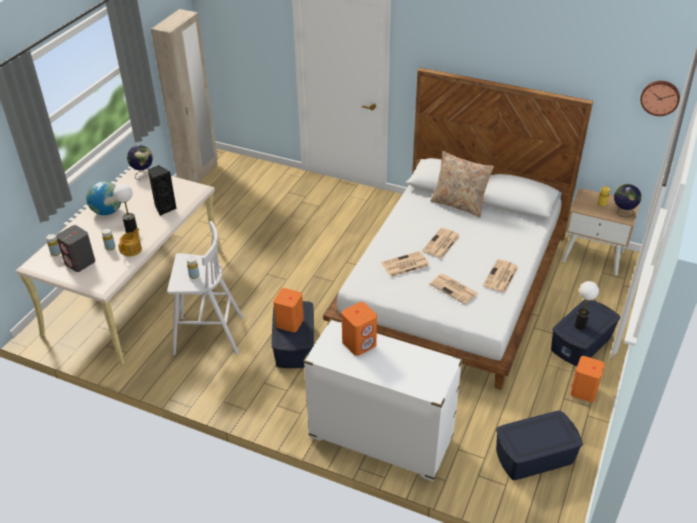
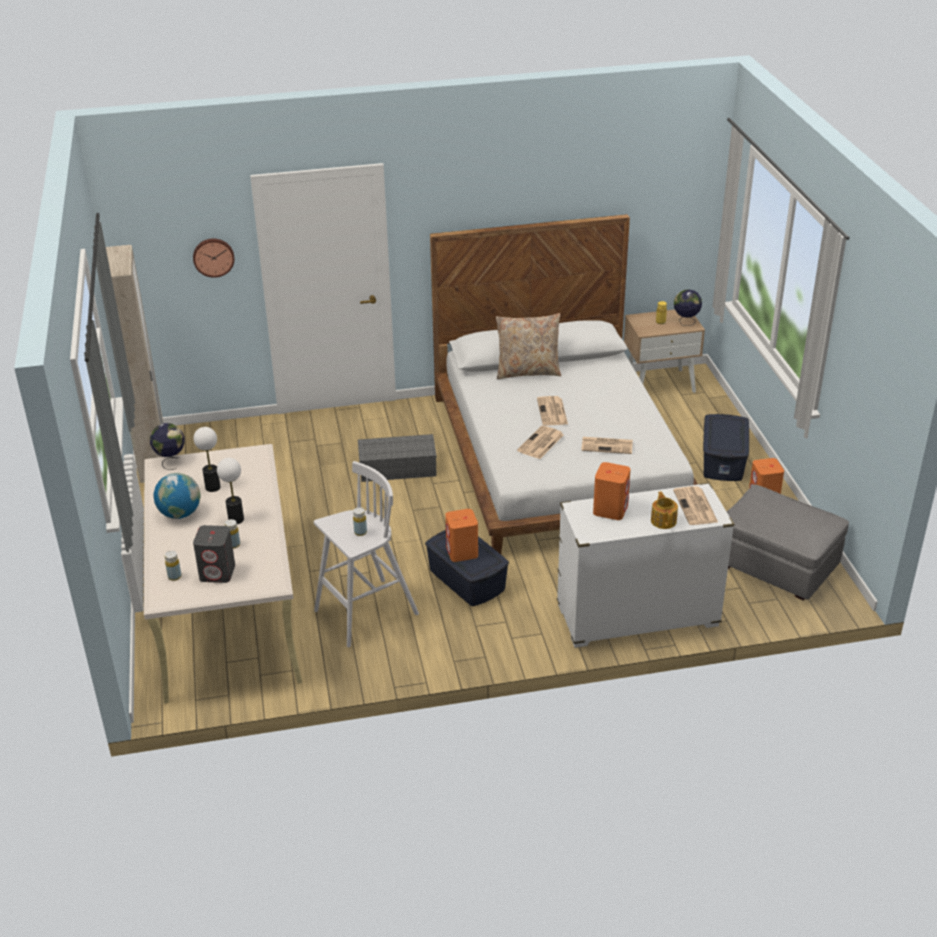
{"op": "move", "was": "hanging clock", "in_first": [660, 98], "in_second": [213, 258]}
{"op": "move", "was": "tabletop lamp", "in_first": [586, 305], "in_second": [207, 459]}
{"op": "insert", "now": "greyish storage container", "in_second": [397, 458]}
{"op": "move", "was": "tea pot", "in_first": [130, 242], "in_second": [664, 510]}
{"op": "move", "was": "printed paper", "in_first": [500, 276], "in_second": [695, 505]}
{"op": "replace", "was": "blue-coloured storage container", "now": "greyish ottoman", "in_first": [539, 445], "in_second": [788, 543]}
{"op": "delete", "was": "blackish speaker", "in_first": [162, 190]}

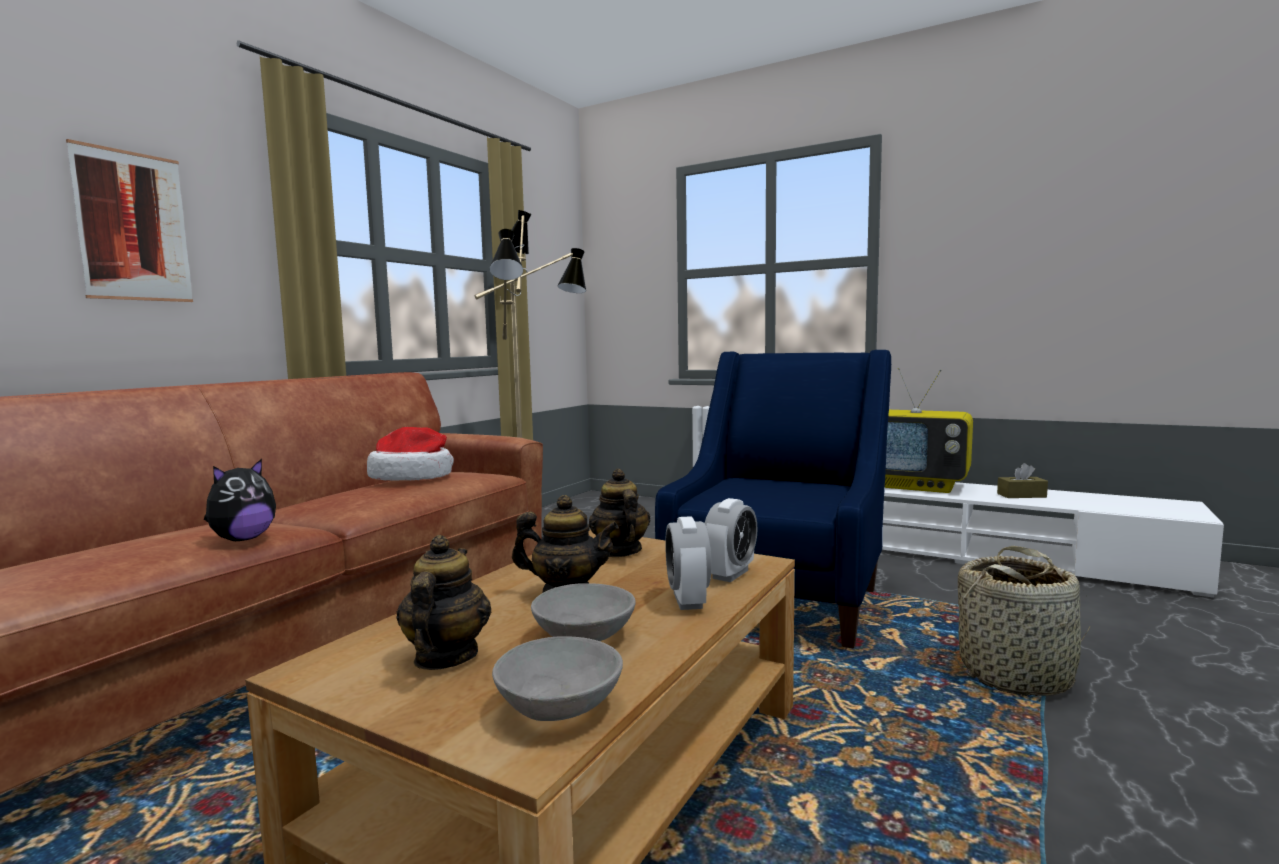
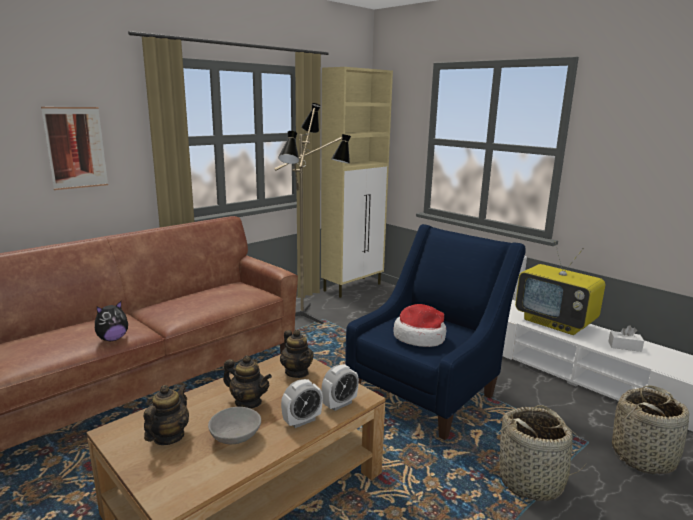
{"op": "rotate", "was": "tea pot", "in_first": [619, 513], "in_second": [297, 354], "clockwise": 150}
{"op": "rotate", "was": "bedside clock", "in_first": [688, 563], "in_second": [302, 403], "clockwise": -135}
{"op": "insert", "now": "beige-coloured storage cabinet", "in_second": [357, 182]}
{"op": "move", "was": "clothing hat", "in_first": [410, 454], "in_second": [419, 325]}
{"op": "recolor", "was": "brown-coloured tissue holder", "now": "white-coloured tissue holder", "in_first": [1022, 480], "in_second": [626, 338]}
{"op": "insert", "now": "storage basket", "in_second": [650, 429]}
{"op": "delete", "was": "greyish bowl", "in_first": [557, 678]}

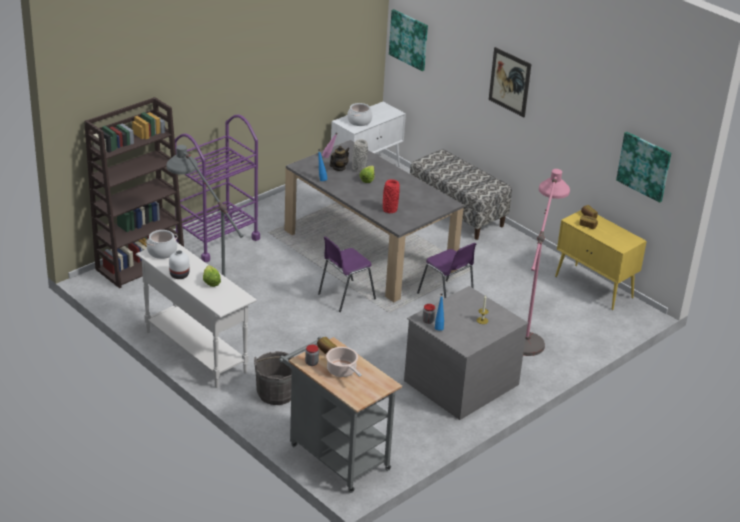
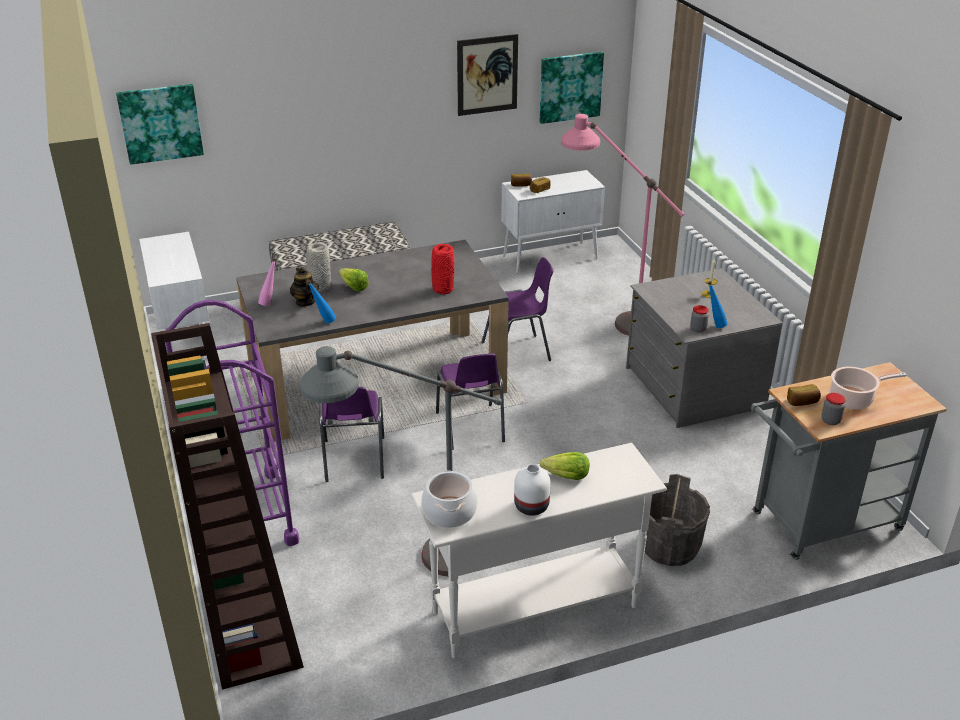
{"op": "insert", "now": "purplish upright chair", "in_second": [351, 434]}
{"op": "move", "was": "wall picture", "in_first": [510, 82], "in_second": [487, 75]}
{"op": "recolor", "was": "yellow-coloured storage cabinet", "now": "white-coloured storage cabinet", "in_first": [601, 260], "in_second": [553, 221]}
{"op": "delete", "was": "cooking pot", "in_first": [359, 114]}

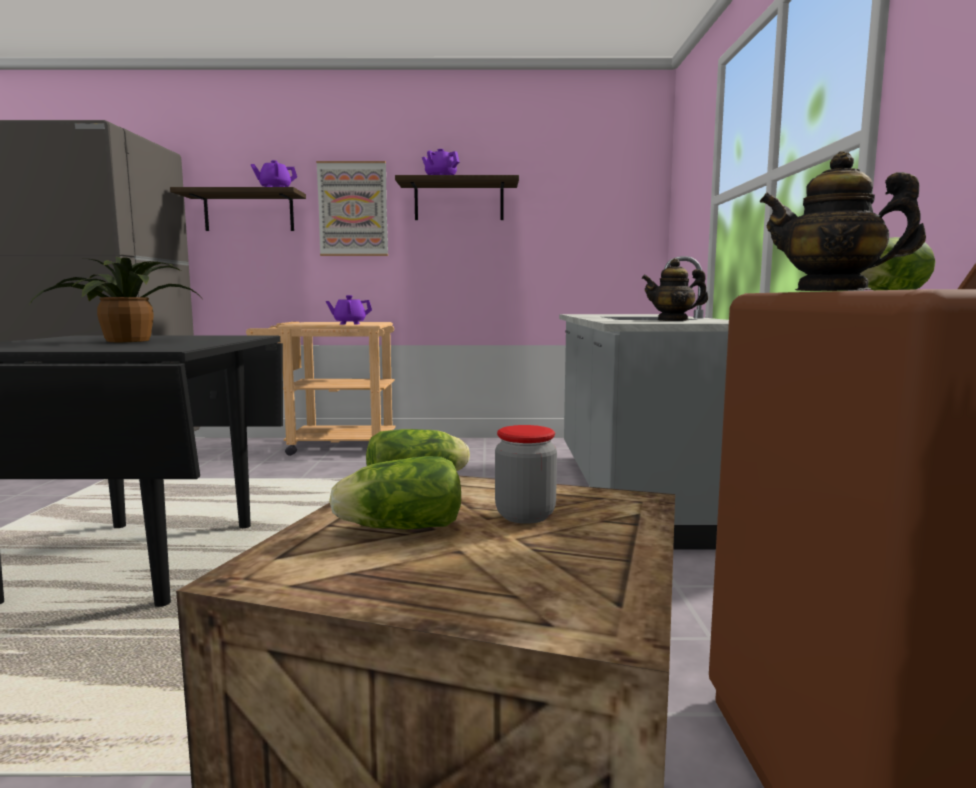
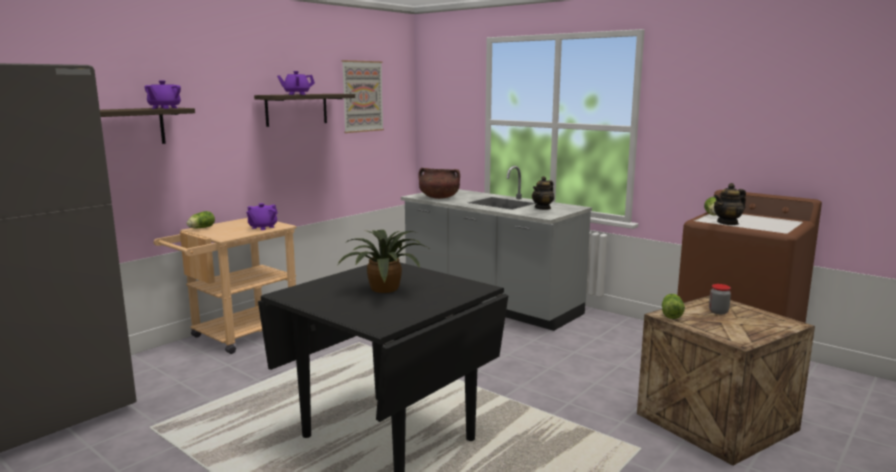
{"op": "move", "was": "lettuce", "in_first": [395, 493], "in_second": [201, 220]}
{"op": "move", "was": "wall picture", "in_first": [352, 208], "in_second": [363, 96]}
{"op": "insert", "now": "brown-coloured cooking pot", "in_second": [439, 183]}

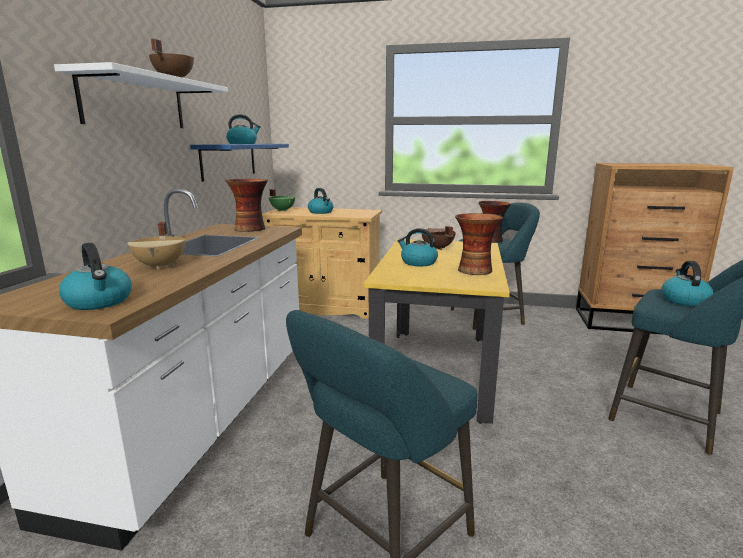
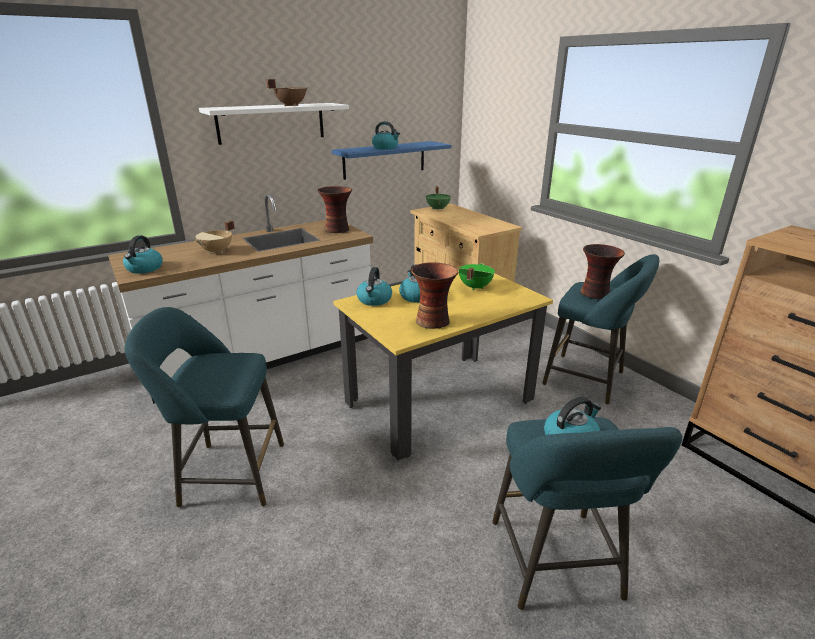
{"op": "move", "was": "tea kettle", "in_first": [320, 201], "in_second": [374, 286]}
{"op": "recolor", "was": "brown-coloured cooking pot", "now": "green cooking pot", "in_first": [438, 238], "in_second": [477, 276]}

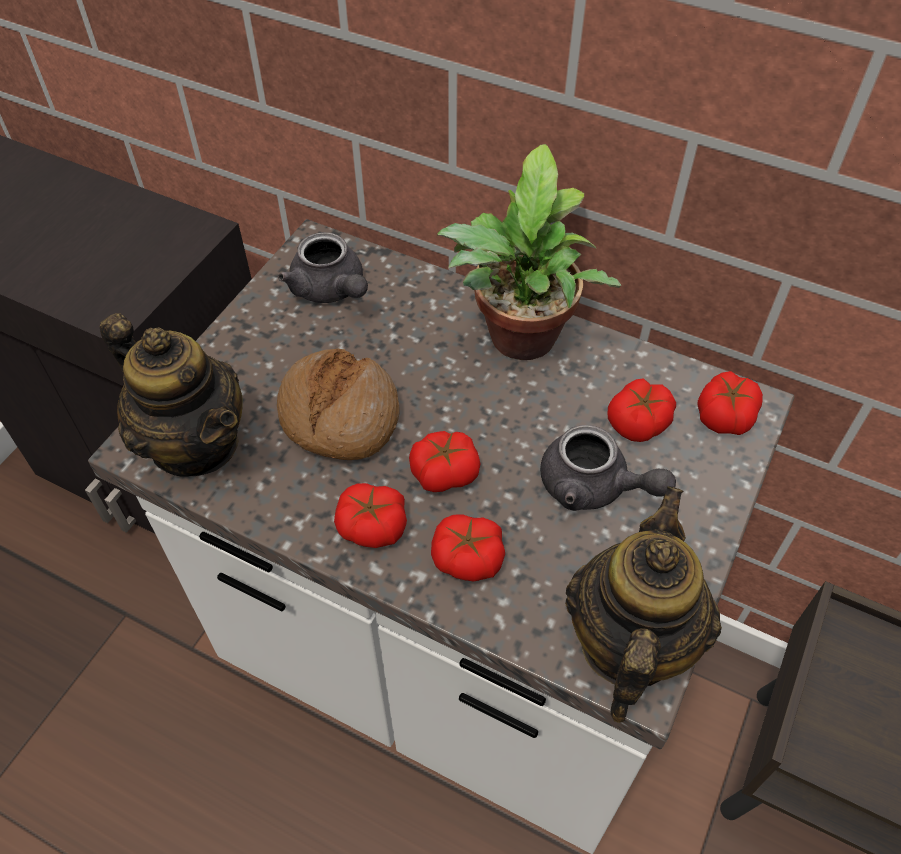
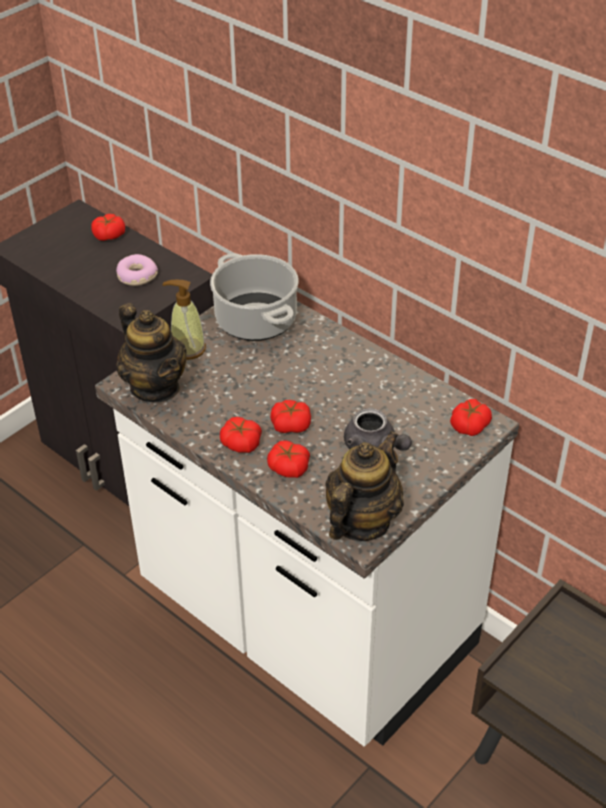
{"op": "move", "was": "tomato", "in_first": [642, 410], "in_second": [108, 227]}
{"op": "insert", "now": "donut", "in_second": [137, 270]}
{"op": "insert", "now": "soap dispenser", "in_second": [184, 320]}
{"op": "replace", "was": "greyish tea pot", "now": "cooking pot", "in_first": [323, 267], "in_second": [254, 297]}
{"op": "delete", "was": "bread", "in_first": [338, 404]}
{"op": "delete", "was": "plant in a pot", "in_first": [529, 252]}

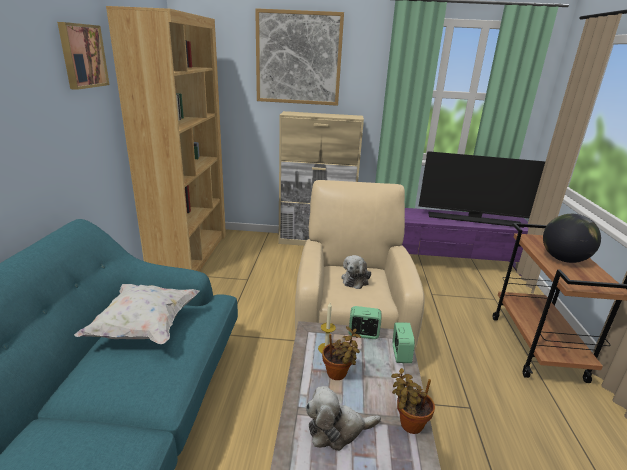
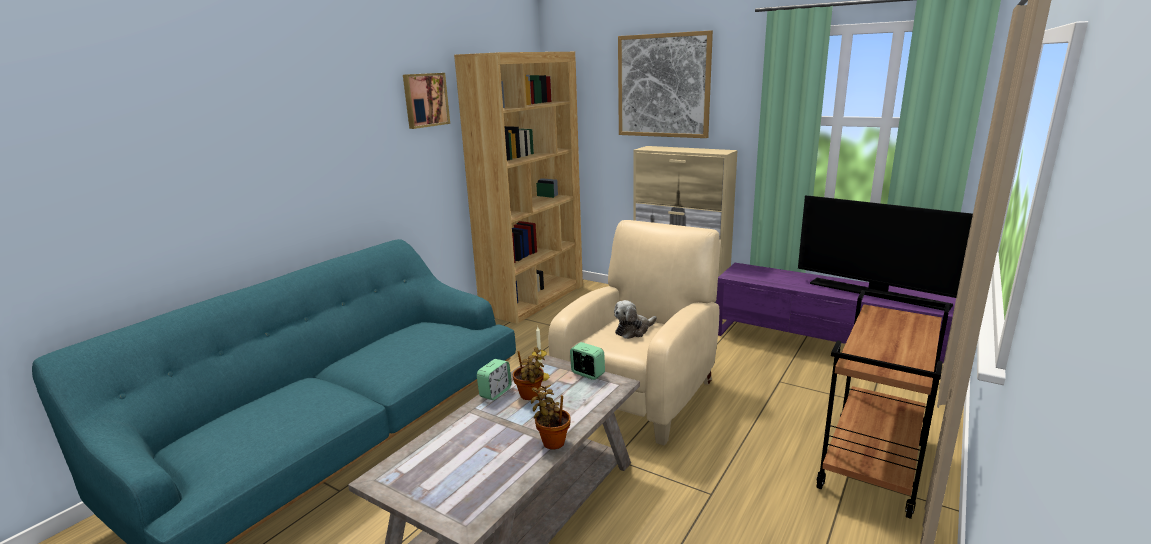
{"op": "move", "was": "bedside clock", "in_first": [404, 342], "in_second": [494, 379]}
{"op": "delete", "was": "white-coloured throw pillow", "in_first": [137, 314]}
{"op": "delete", "was": "cuddly toy", "in_first": [343, 418]}
{"op": "delete", "was": "desk globe", "in_first": [572, 238]}

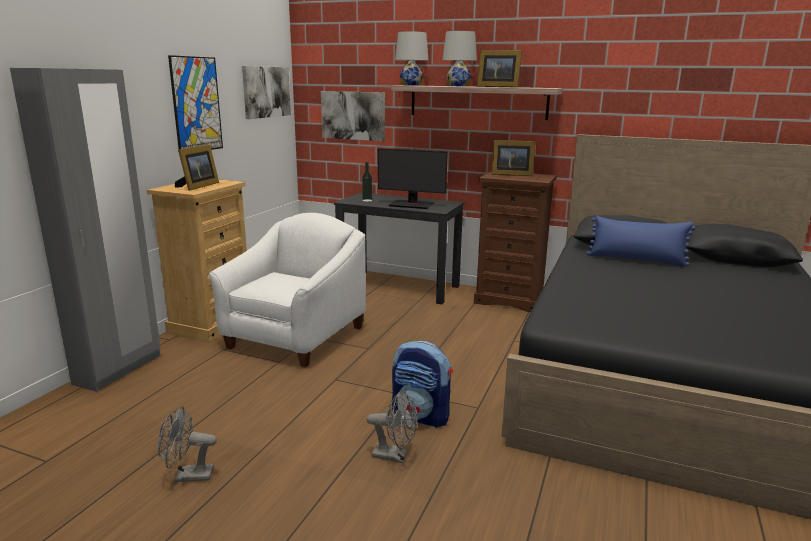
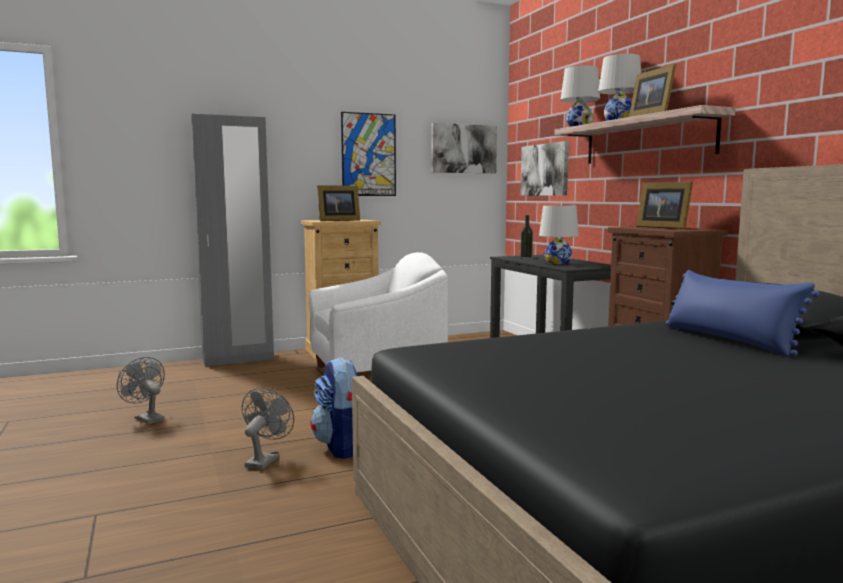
{"op": "rotate", "was": "greyish fan", "in_first": [392, 427], "in_second": [268, 429], "clockwise": -135}
{"op": "replace", "was": "monitor", "now": "white-coloured tabletop lamp", "in_first": [413, 179], "in_second": [559, 234]}

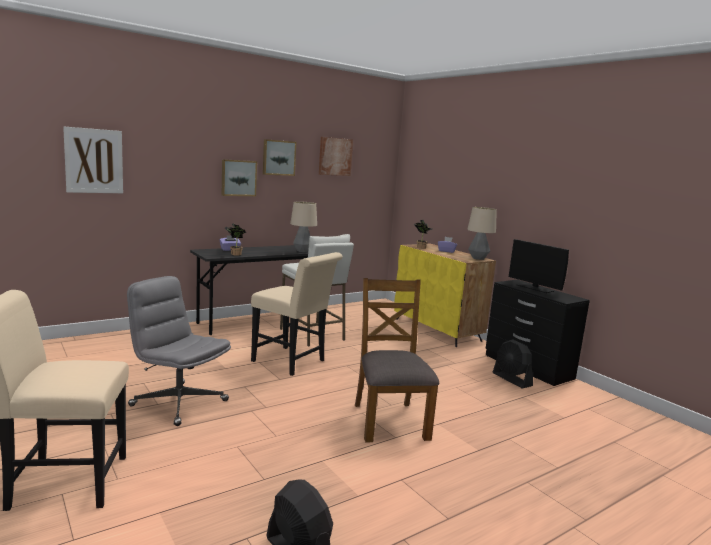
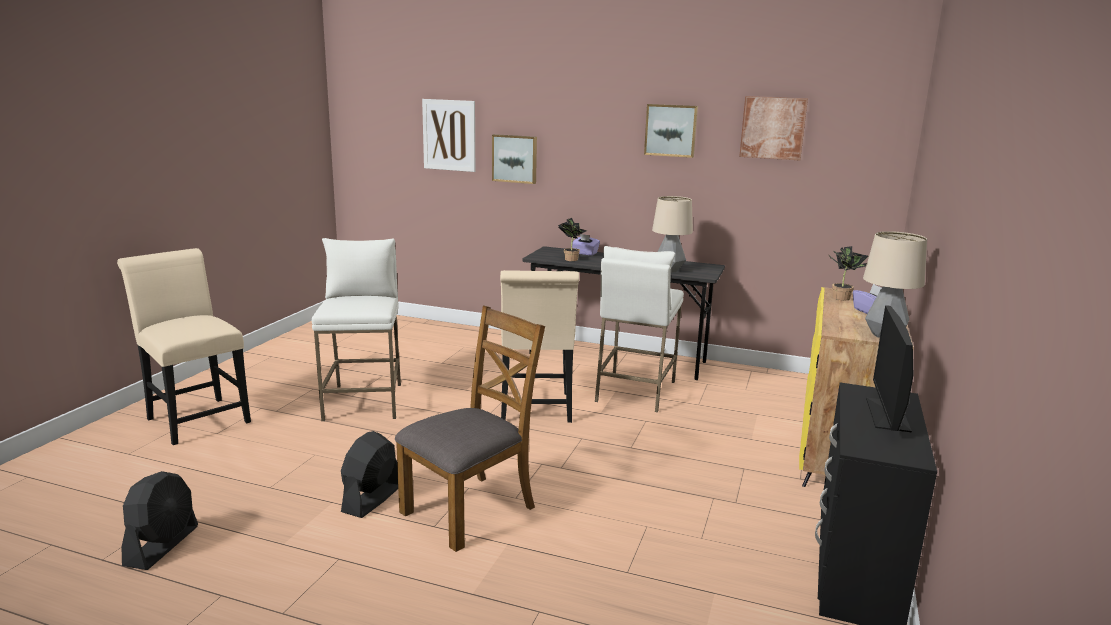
{"op": "replace", "was": "greyish desk chair", "now": "white-coloured stool", "in_first": [179, 351], "in_second": [356, 329]}
{"op": "move", "was": "blackish fan", "in_first": [513, 363], "in_second": [369, 474]}
{"op": "move", "was": "wall picture", "in_first": [239, 177], "in_second": [514, 159]}

